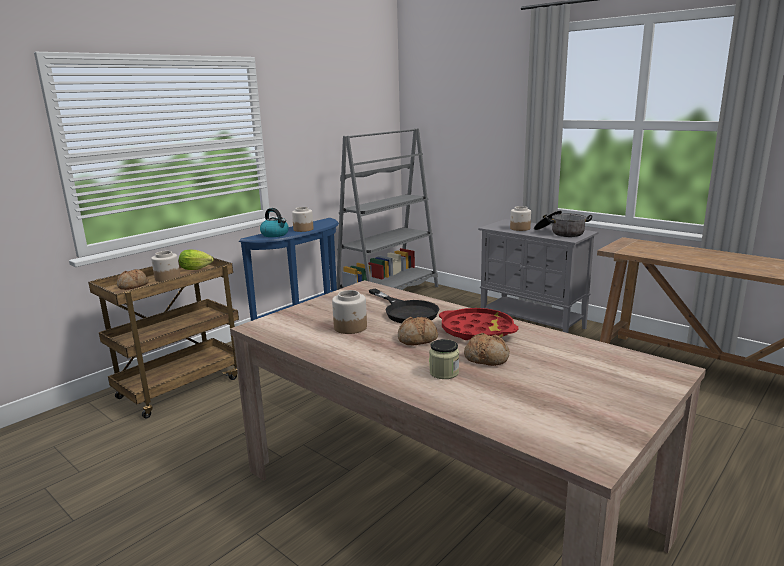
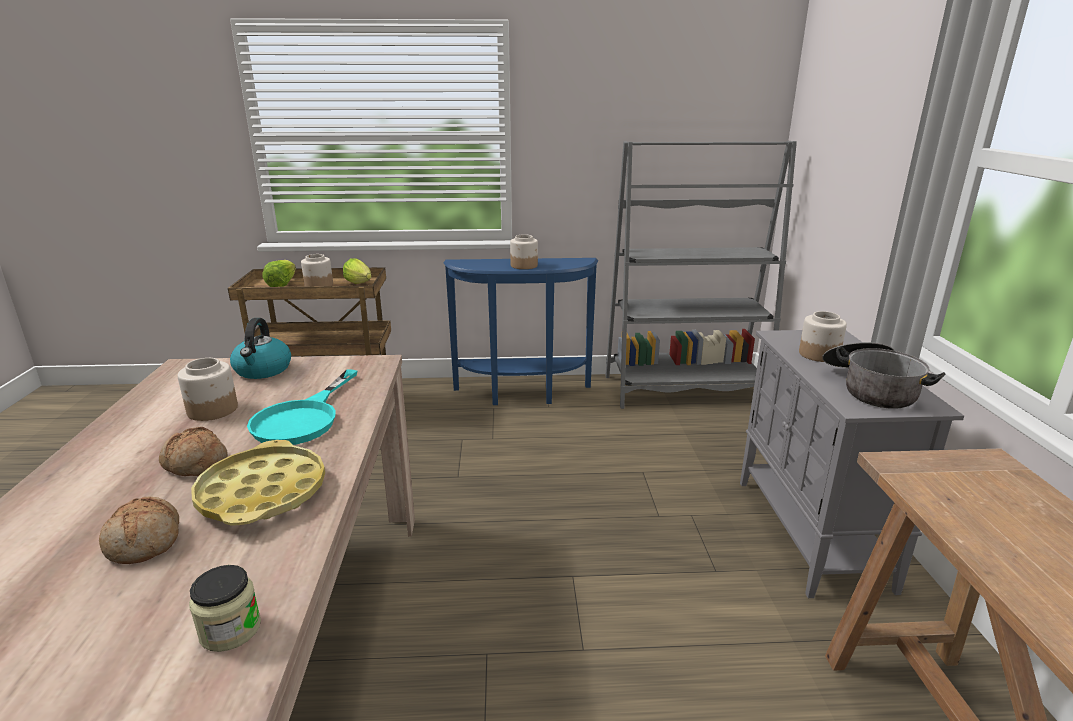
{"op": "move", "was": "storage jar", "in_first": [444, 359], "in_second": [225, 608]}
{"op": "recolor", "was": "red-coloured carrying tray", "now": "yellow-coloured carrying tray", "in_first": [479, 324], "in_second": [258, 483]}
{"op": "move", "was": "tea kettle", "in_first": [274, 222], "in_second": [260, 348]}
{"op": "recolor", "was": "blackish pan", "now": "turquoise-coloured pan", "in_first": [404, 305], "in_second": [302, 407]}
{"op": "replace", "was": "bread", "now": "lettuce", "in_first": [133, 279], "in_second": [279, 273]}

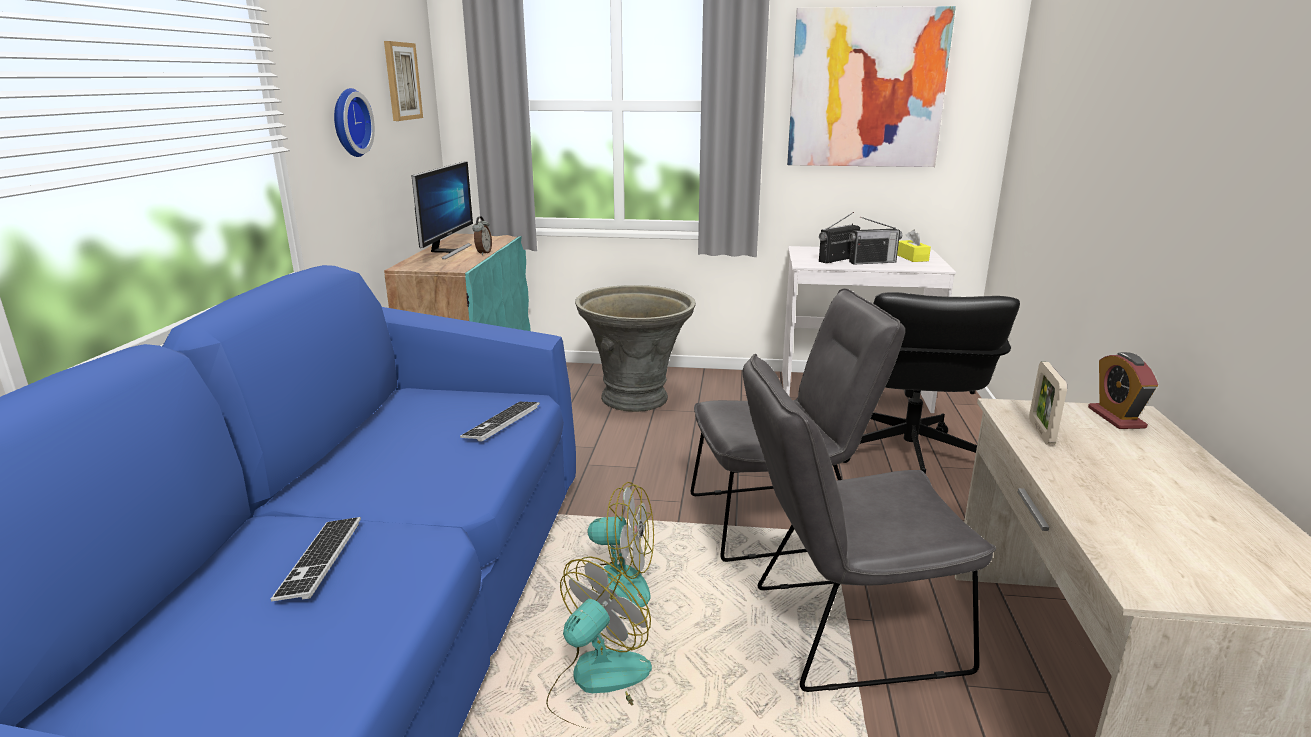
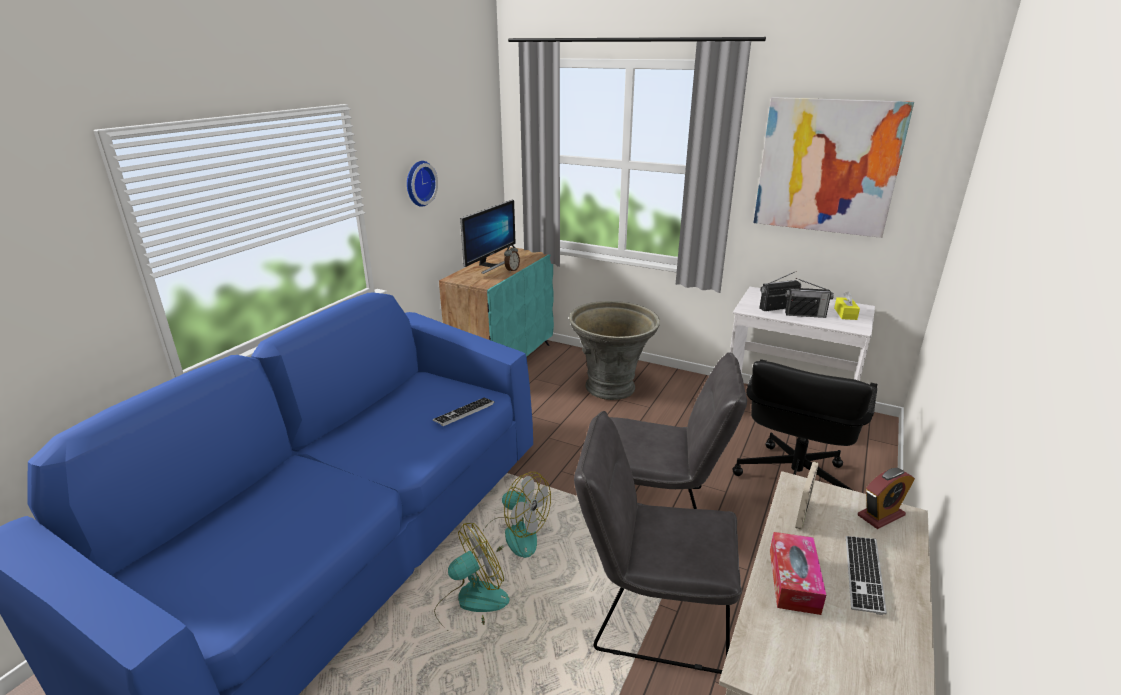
{"op": "insert", "now": "tissue holder", "in_second": [798, 573]}
{"op": "move", "was": "PC keyboard", "in_first": [316, 559], "in_second": [866, 575]}
{"op": "rotate", "was": "bedside clock", "in_first": [1123, 390], "in_second": [886, 498], "clockwise": -135}
{"op": "delete", "was": "wall picture", "in_first": [403, 81]}

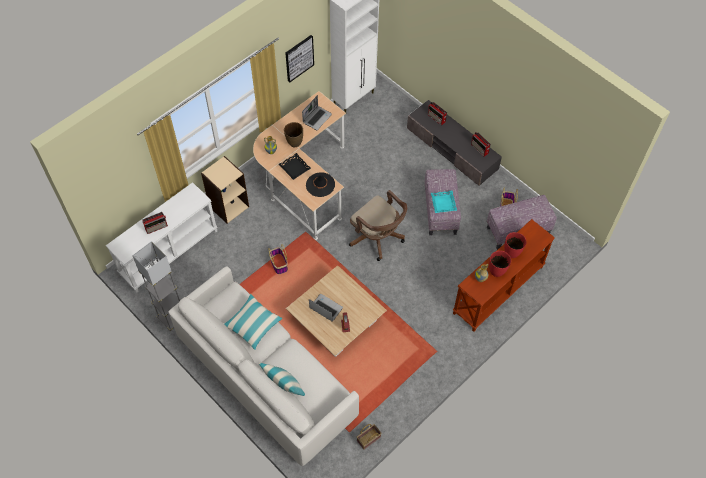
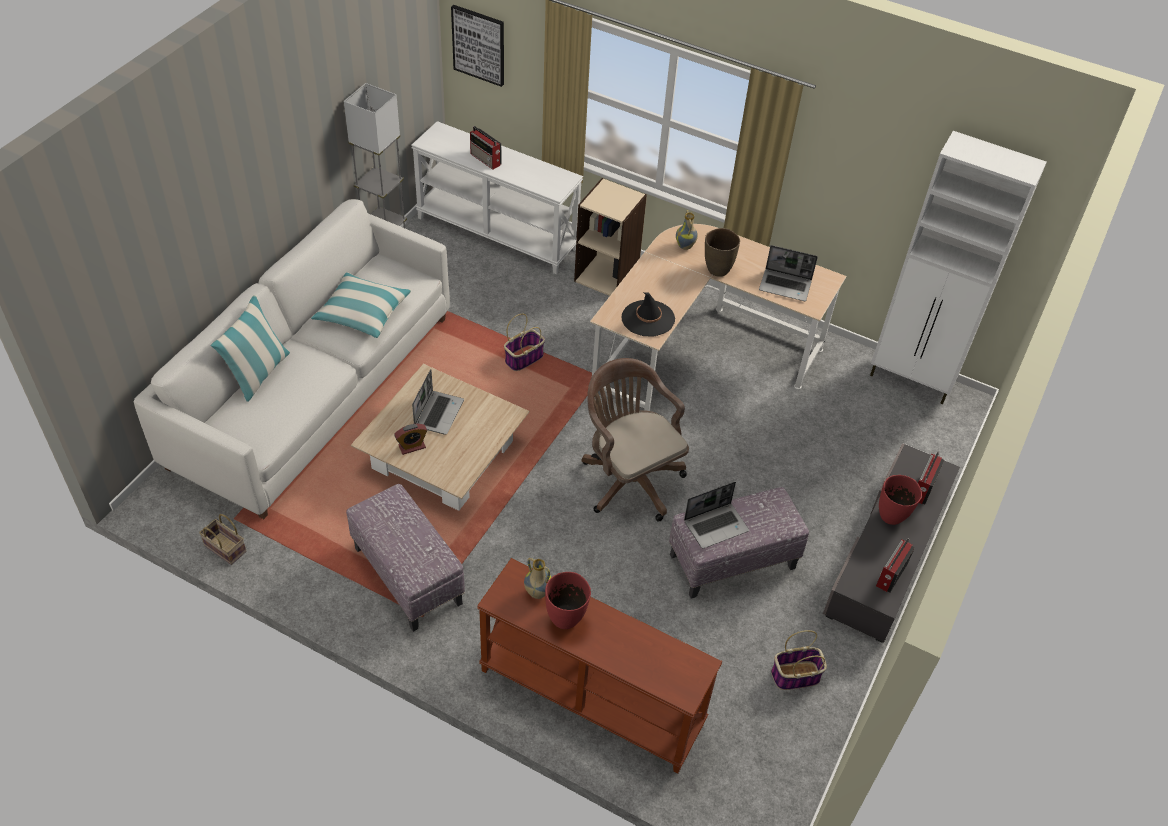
{"op": "move", "was": "ottoman", "in_first": [522, 222], "in_second": [405, 558]}
{"op": "move", "was": "wall picture", "in_first": [299, 59], "in_second": [477, 46]}
{"op": "rotate", "was": "brown-coloured desk chair", "in_first": [378, 225], "in_second": [635, 439], "clockwise": 120}
{"op": "replace", "was": "turquoise-coloured carrying tray", "now": "notebook computer", "in_first": [444, 201], "in_second": [716, 515]}
{"op": "move", "was": "red-coloured decorative vase", "in_first": [515, 245], "in_second": [900, 500]}
{"op": "delete", "was": "blackish carrying tray", "in_first": [295, 166]}

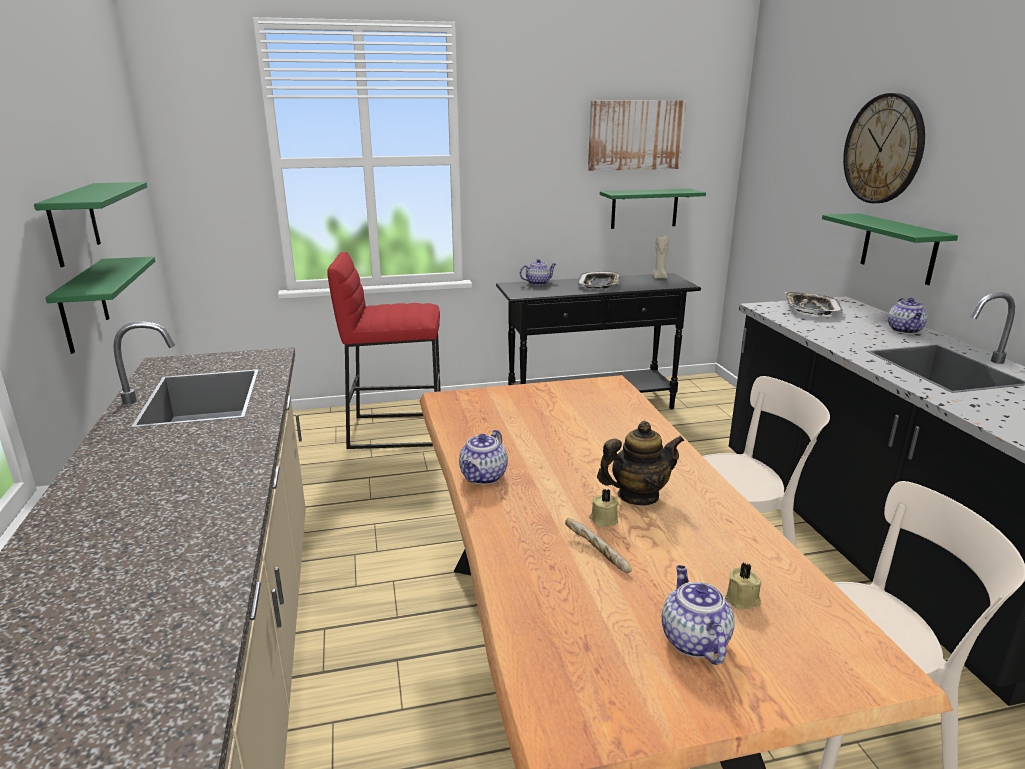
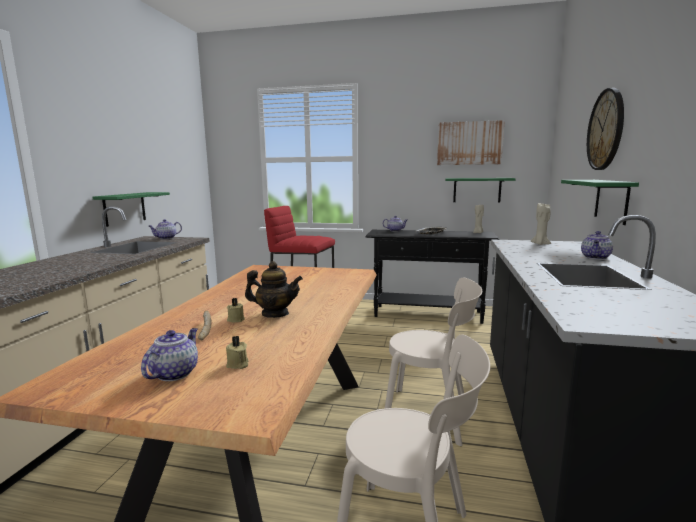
{"op": "move", "was": "tea pot", "in_first": [483, 457], "in_second": [165, 229]}
{"op": "replace", "was": "carrying tray", "now": "beige-coloured candle", "in_first": [814, 303], "in_second": [541, 223]}
{"op": "delete", "was": "green wall shelf", "in_first": [90, 224]}

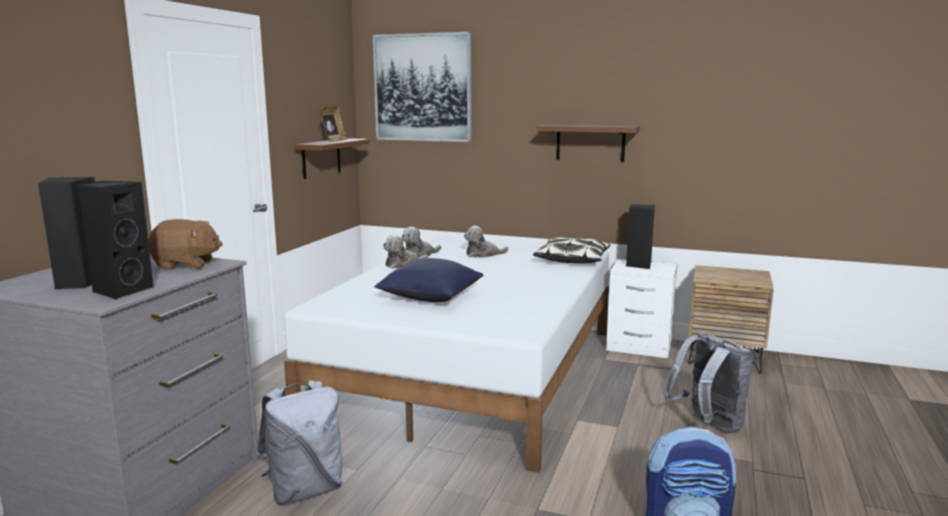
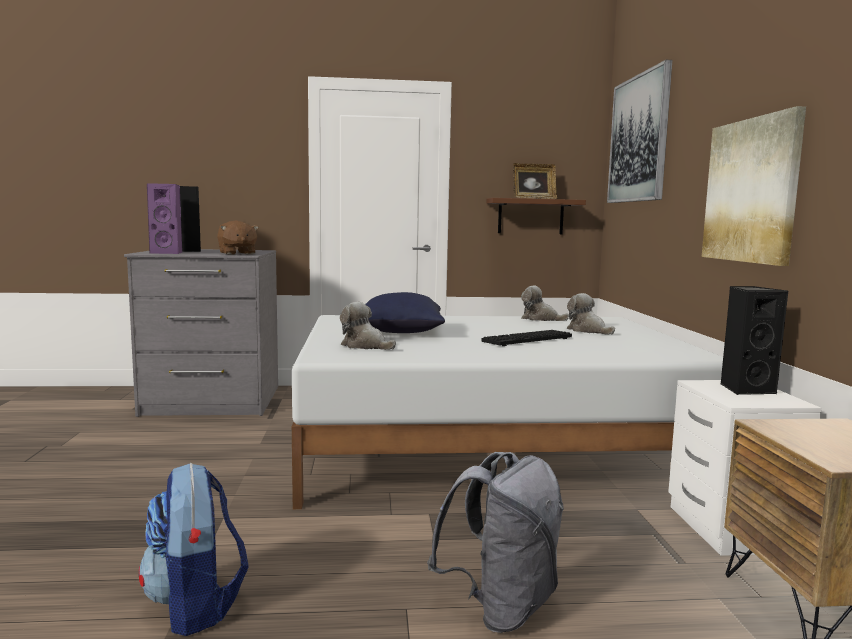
{"op": "recolor", "was": "blackish speaker", "now": "purplish speaker", "in_first": [116, 240], "in_second": [164, 218]}
{"op": "move", "was": "cuddly toy", "in_first": [405, 252], "in_second": [368, 326]}
{"op": "insert", "now": "PC keyboard", "in_second": [526, 338]}
{"op": "replace", "was": "brown-coloured wall shelf", "now": "wall picture", "in_first": [588, 143], "in_second": [754, 186]}
{"op": "delete", "was": "greyish backpack", "in_first": [300, 442]}
{"op": "delete", "was": "throw pillow", "in_first": [572, 250]}

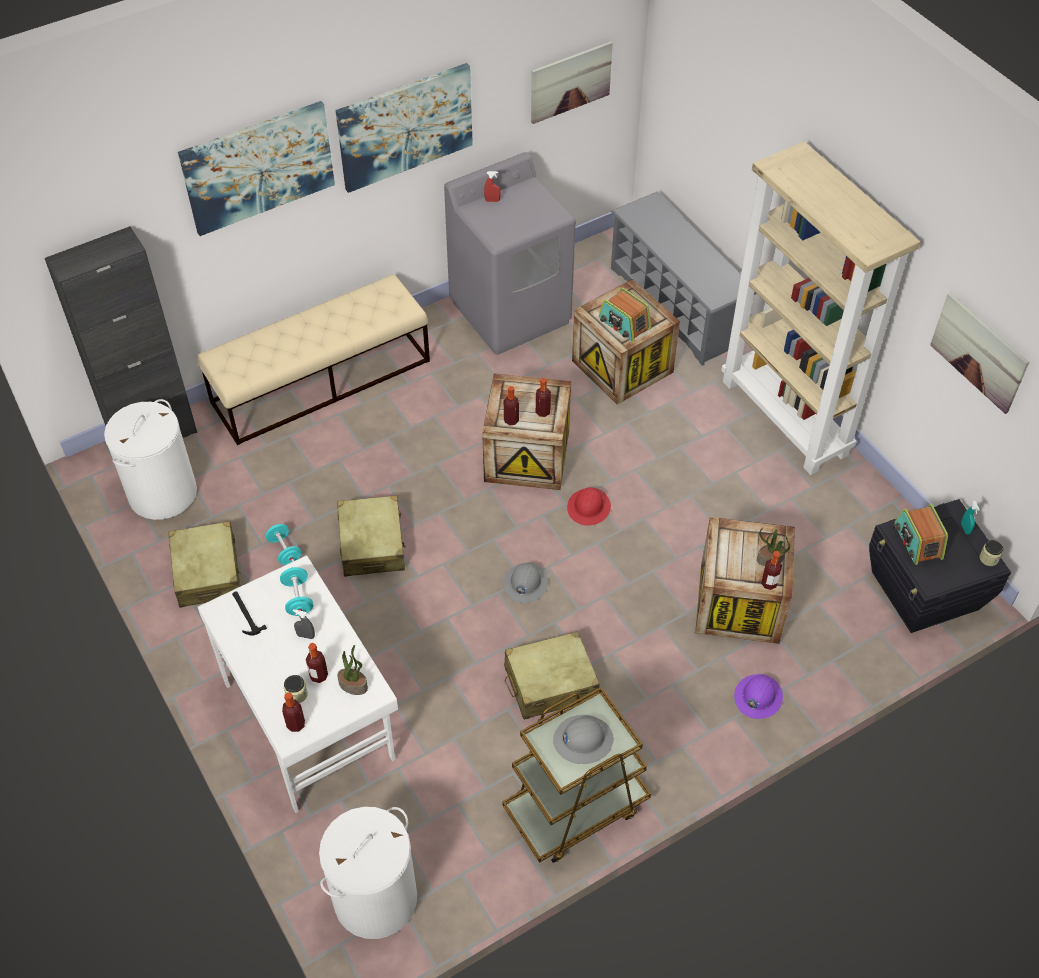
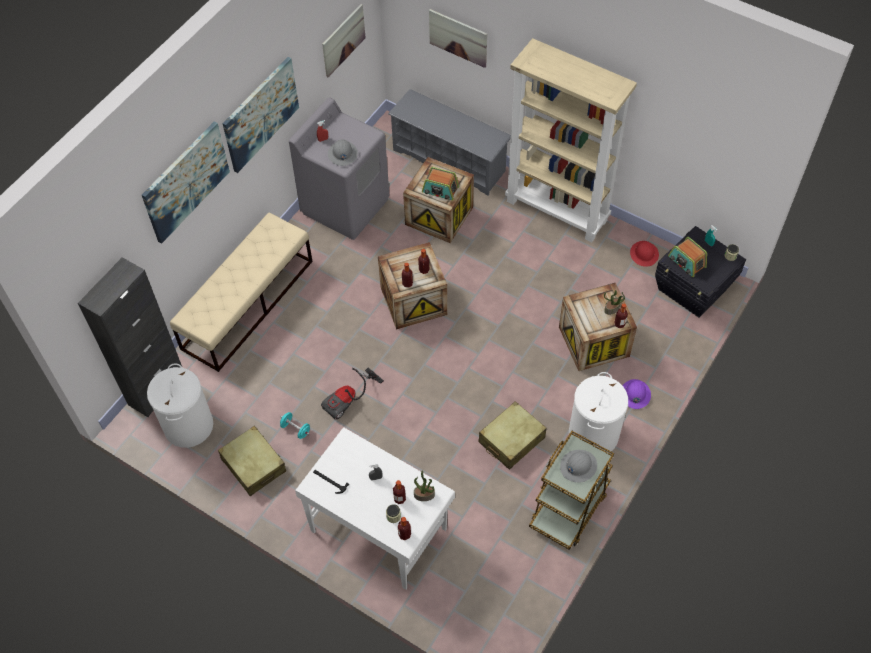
{"op": "replace", "was": "beige-coloured piece of luggage", "now": "hoover", "in_first": [371, 536], "in_second": [352, 393]}
{"op": "move", "was": "greyish work helmet", "in_first": [525, 582], "in_second": [343, 152]}
{"op": "move", "was": "wall picture", "in_first": [979, 353], "in_second": [458, 38]}
{"op": "move", "was": "white-coloured laundry basket", "in_first": [368, 873], "in_second": [598, 412]}
{"op": "move", "was": "red-coloured work helmet", "in_first": [589, 506], "in_second": [644, 254]}
{"op": "delete", "was": "turquoise-coloured free weight", "in_first": [296, 591]}

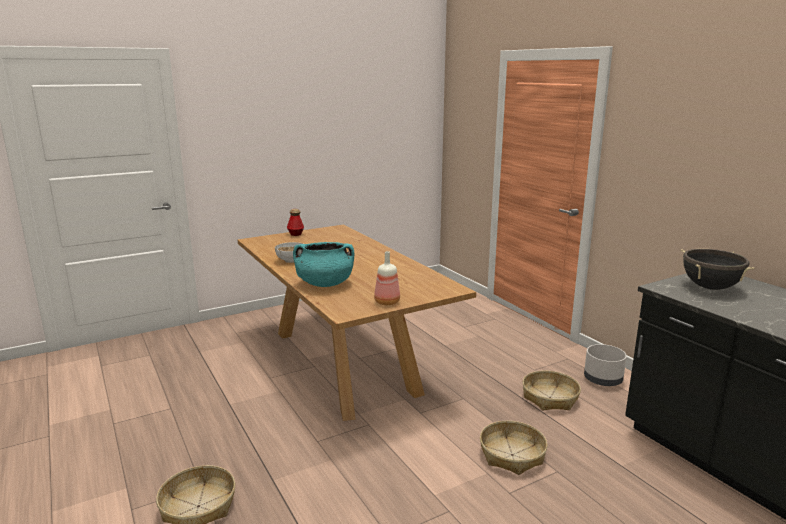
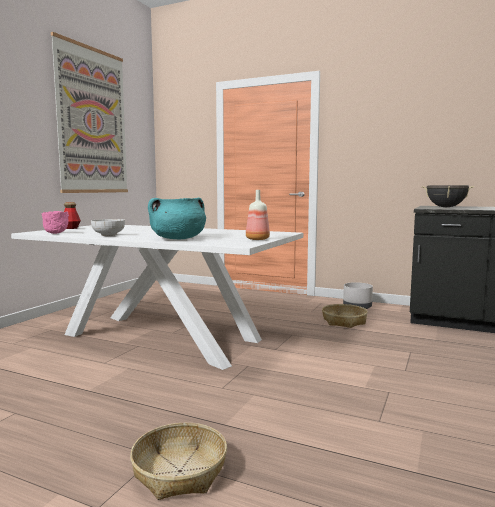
{"op": "recolor", "was": "brown-coloured dinner table", "now": "white-coloured dinner table", "in_first": [357, 323], "in_second": [157, 297]}
{"op": "insert", "now": "pinkish bowl", "in_second": [55, 222]}
{"op": "insert", "now": "wall picture", "in_second": [89, 112]}
{"op": "delete", "was": "storage basket", "in_first": [513, 448]}

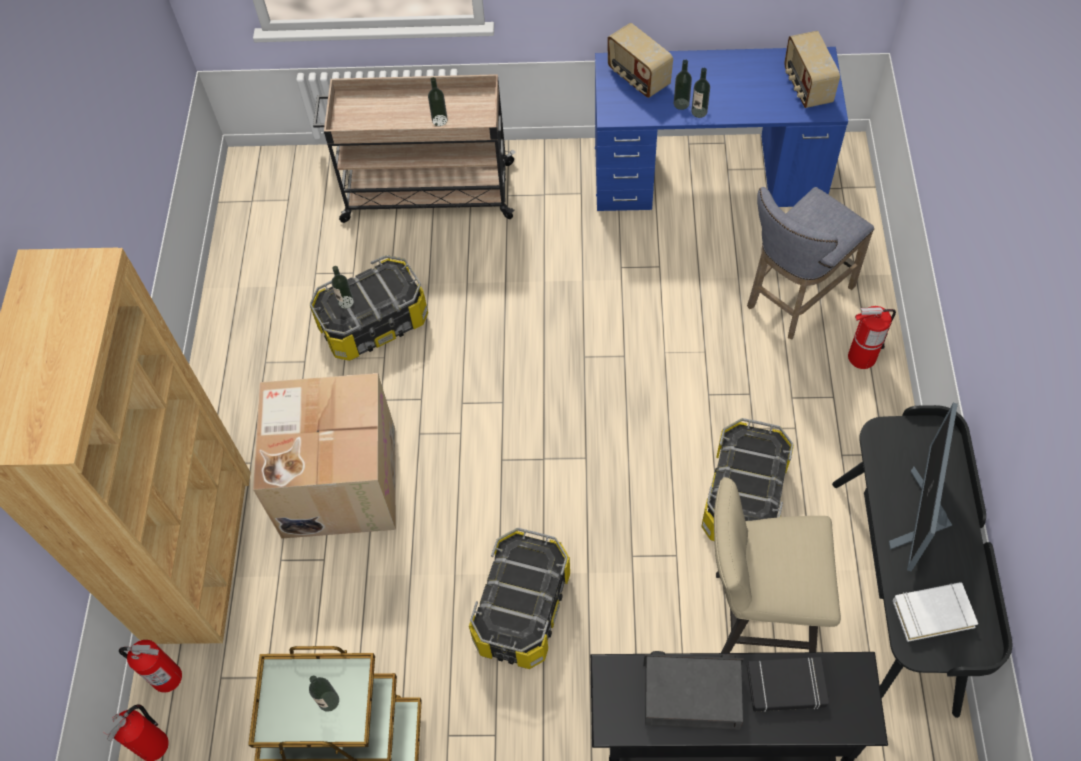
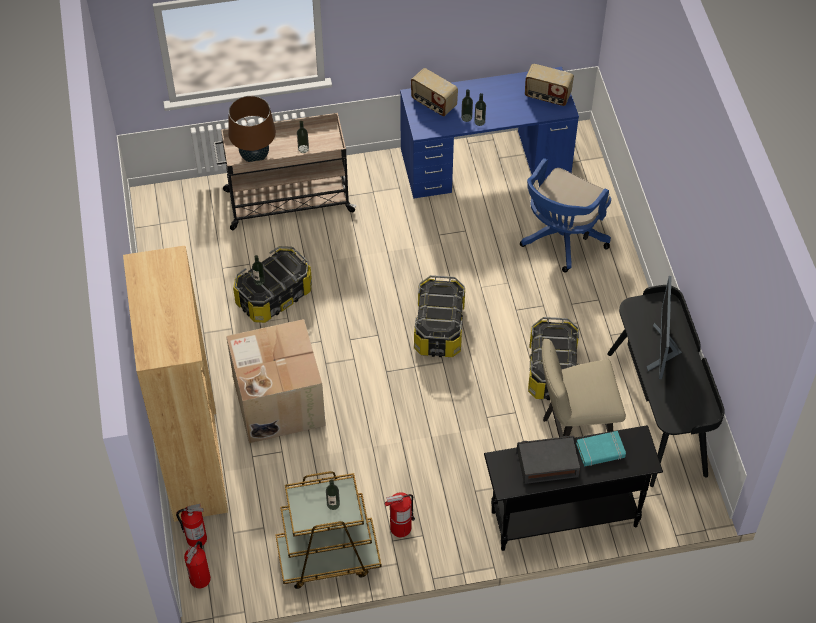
{"op": "insert", "now": "brown-coloured tabletop lamp", "in_second": [252, 129]}
{"op": "move", "was": "fire-fighting cylinder", "in_first": [872, 337], "in_second": [399, 514]}
{"op": "move", "was": "storage container", "in_first": [519, 598], "in_second": [439, 316]}
{"op": "replace", "was": "greyish stool", "now": "blue-coloured desk chair", "in_first": [810, 263], "in_second": [565, 215]}
{"op": "rotate", "was": "radio", "in_first": [812, 69], "in_second": [549, 85], "clockwise": -45}
{"op": "recolor", "was": "blackish book", "now": "turquoise-coloured book", "in_first": [788, 684], "in_second": [601, 448]}
{"op": "delete", "was": "white-coloured book", "in_first": [935, 612]}

